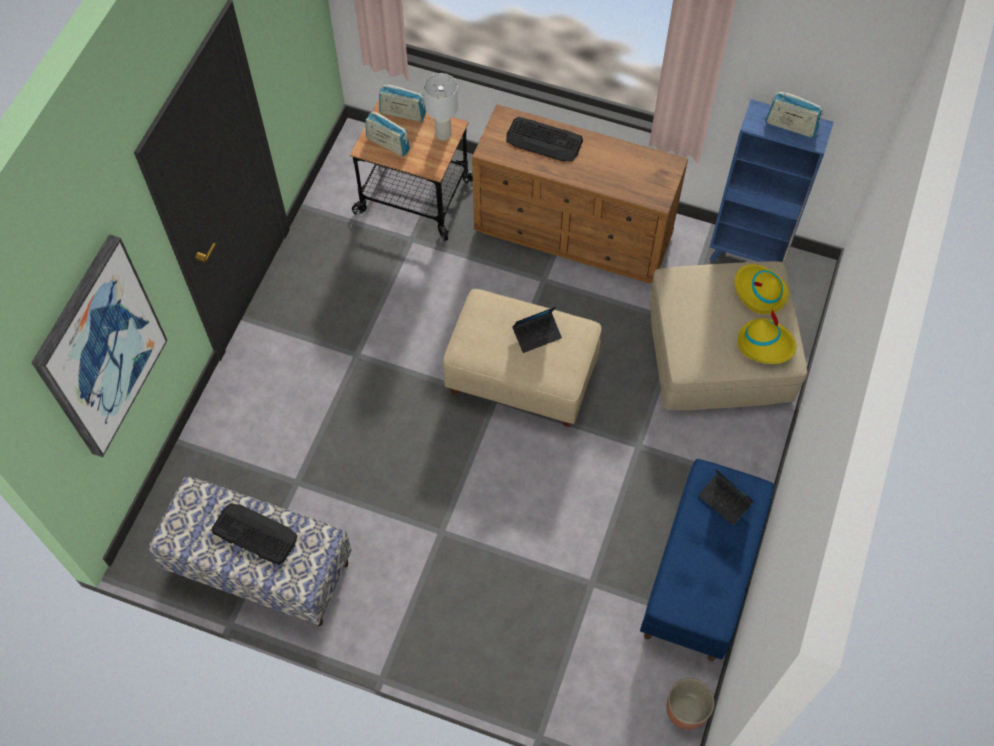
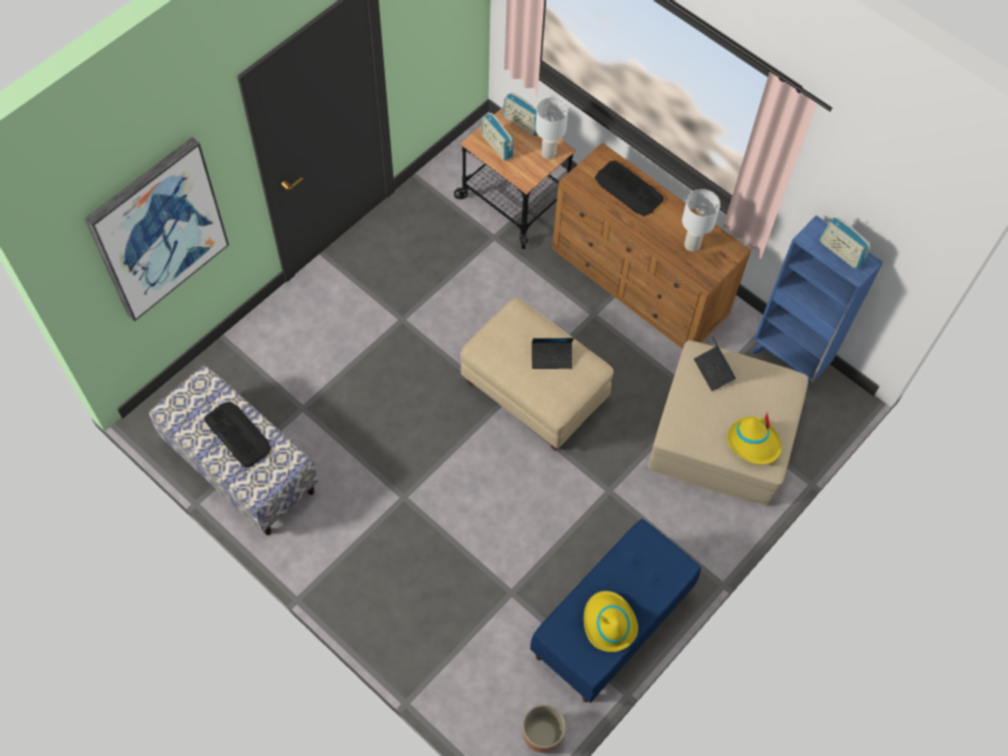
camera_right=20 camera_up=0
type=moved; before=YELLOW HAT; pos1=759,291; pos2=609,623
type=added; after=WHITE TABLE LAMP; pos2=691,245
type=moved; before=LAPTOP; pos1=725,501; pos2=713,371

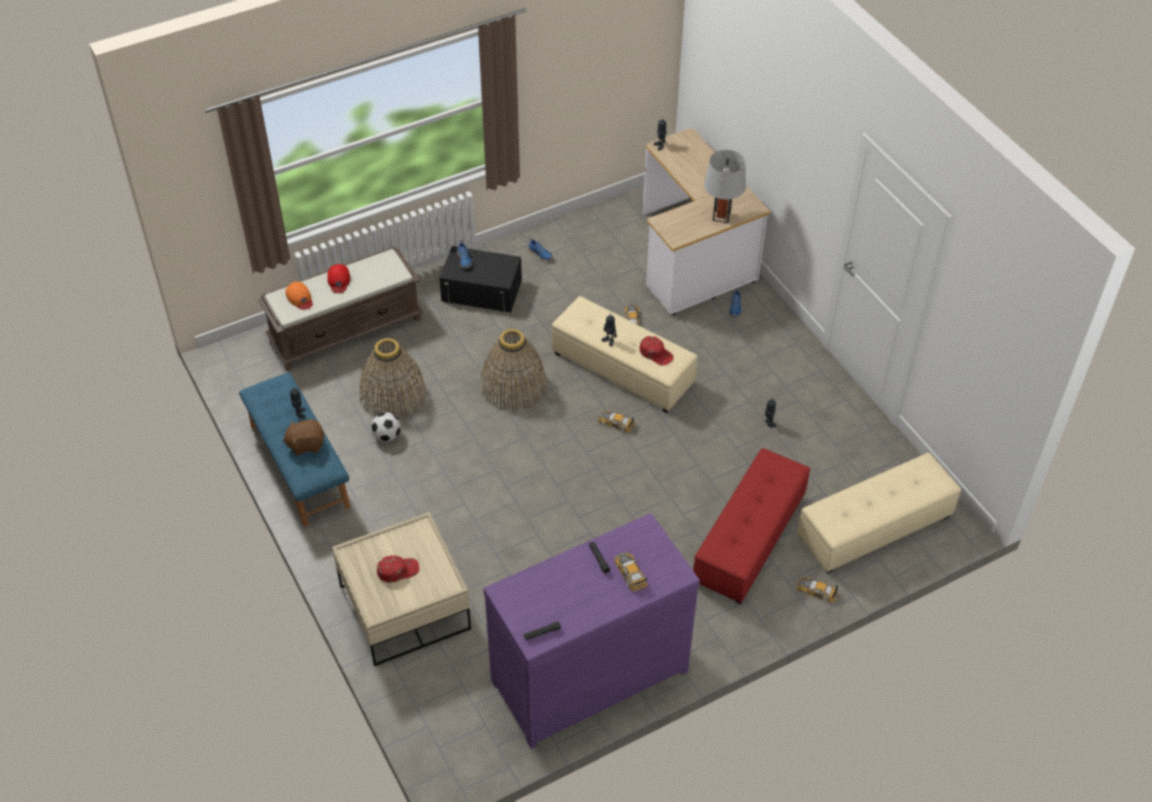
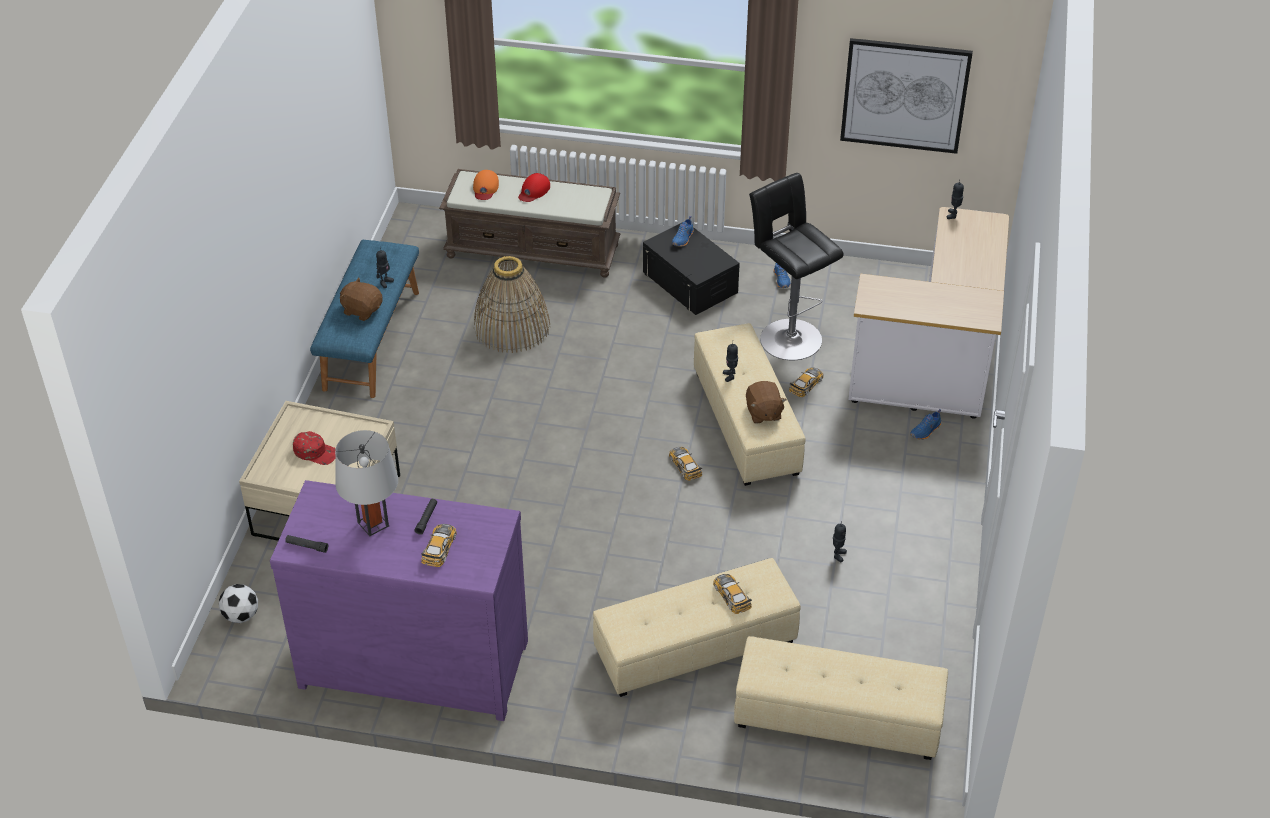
camera_right=40 camera_up=-5
type=moved; before=FOOTBALL; pos1=387,436; pos2=241,615
type=moved; before=GREY TABLE LAMP; pos1=721,216; pos2=373,524
type=recoloured; before=RED OTTOMAN; after=BEIGE OTTOMAN; pos1=750,540; pos2=695,647
type=moved; before=TOY CAR; pos1=816,591; pos2=731,595
type=replaced; before=RED CAP; after=BROWN PLUSH TOY; pos1=656,353; pos2=763,413
type=added; after=BLACK STOOL; pos2=787,337
type=added; after=PICTURE; pos2=904,95
type=removed; before=BASKET; pos1=513,385

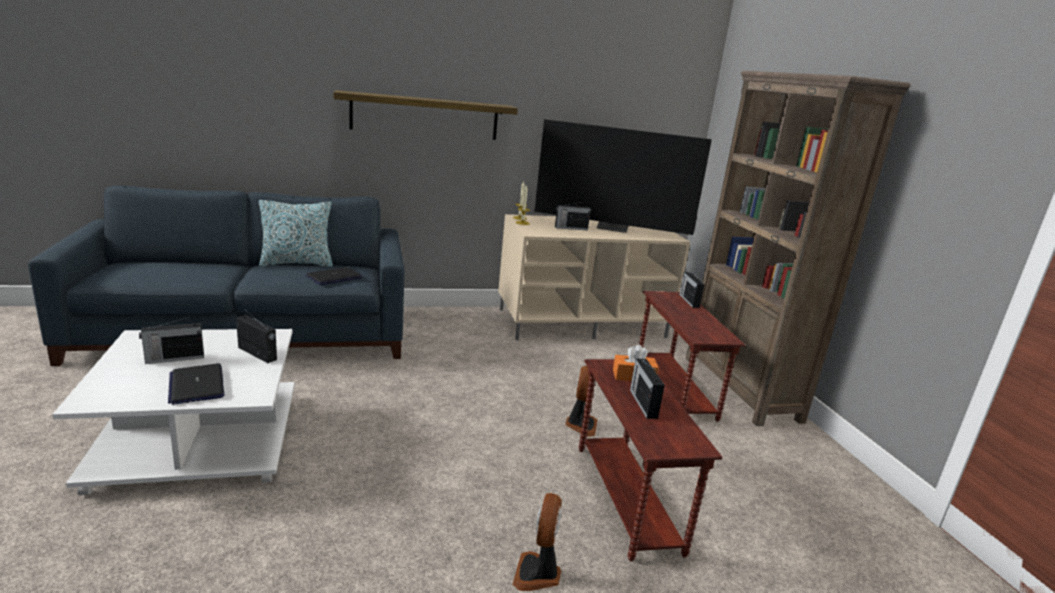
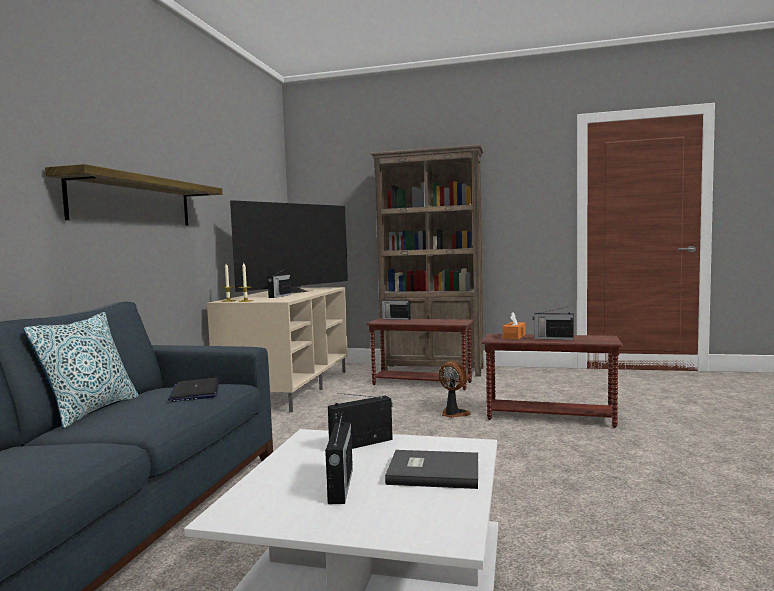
camera_right=-60 camera_up=-15
type=replaced; before=LAPTOP; after=GREY BOOK; pos1=196,385; pos2=432,471
type=removed; before=FAN; pos1=538,574

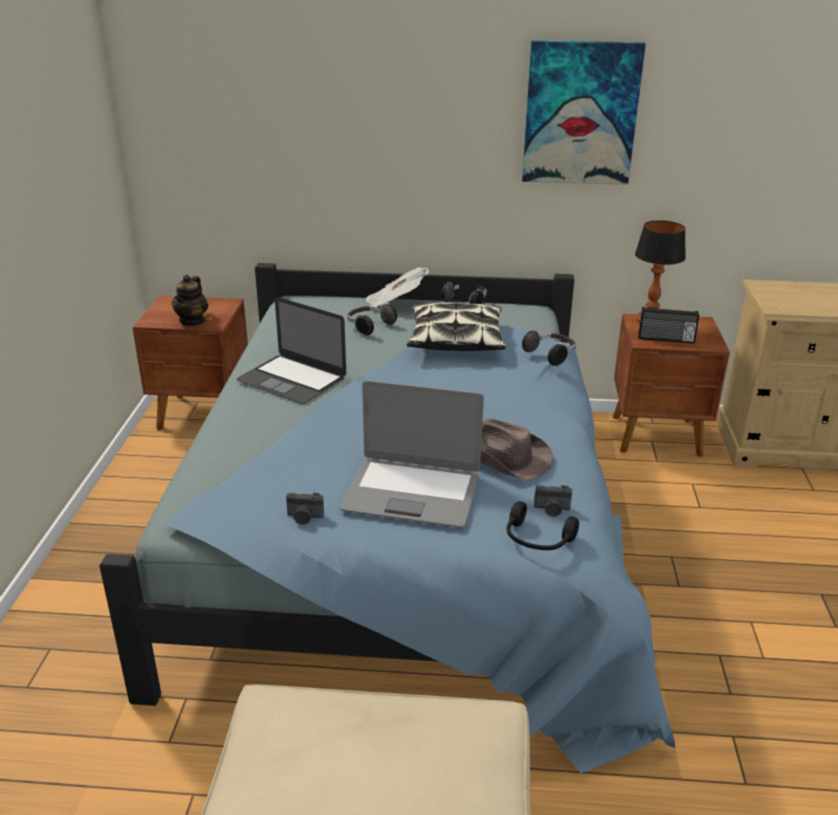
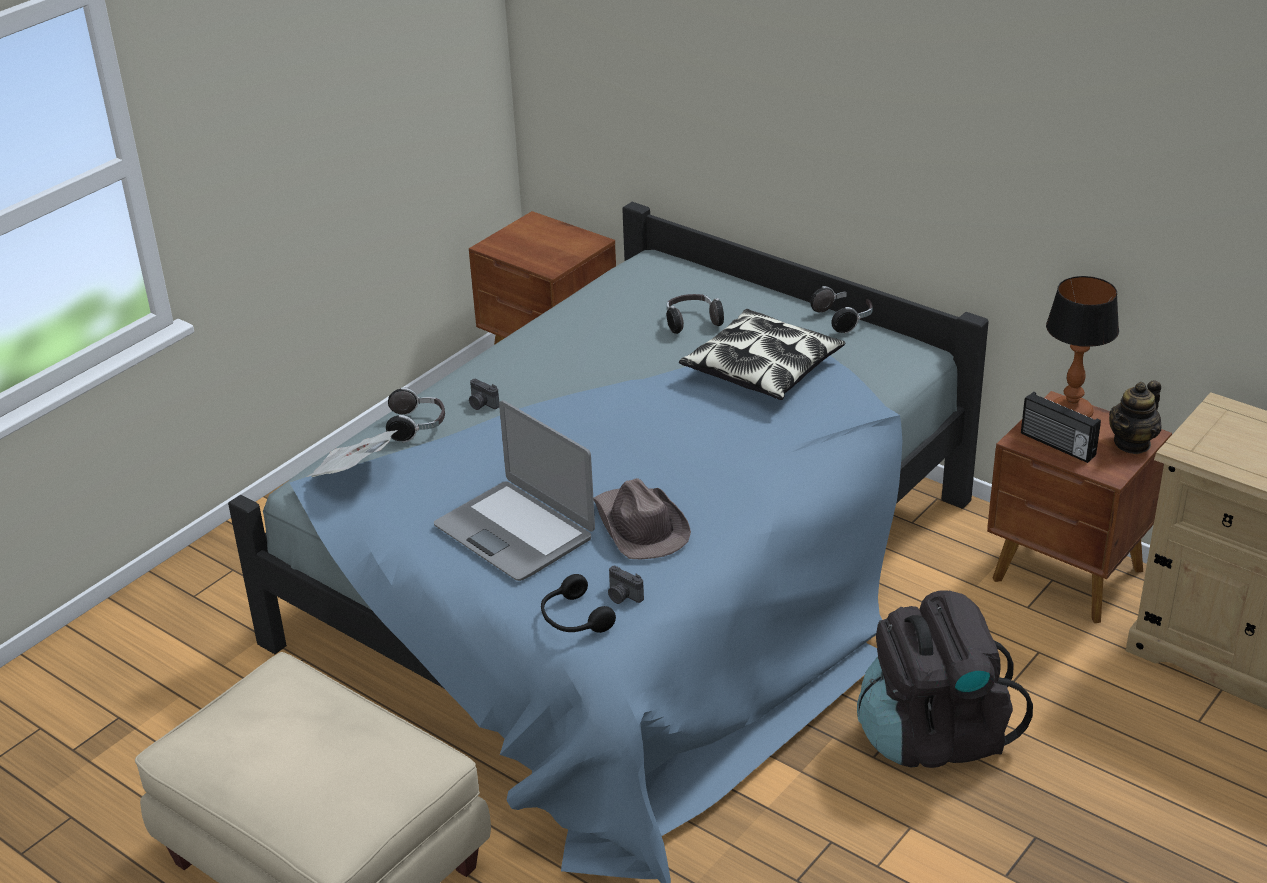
camera_right=35 camera_up=5
type=moved; before=NEWSPAPER; pos1=395,303; pos2=355,474
type=moved; before=HEADPHONES; pos1=551,356; pos2=417,426
type=moved; before=PHOTO CAMERA; pos1=304,517; pos2=482,404
type=added; after=BLACK BACKPACK; pos2=934,736
type=moved; before=TEAPOT; pos1=192,321; pos2=1132,443
type=removed; before=LAPTOP; pos1=292,379
type=removed; before=PICTURE; pos1=580,113

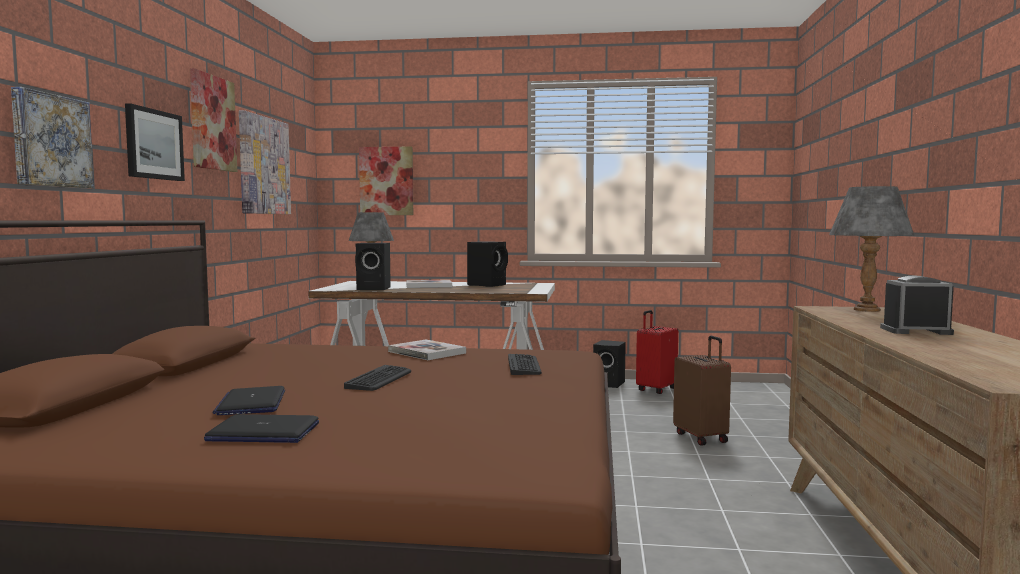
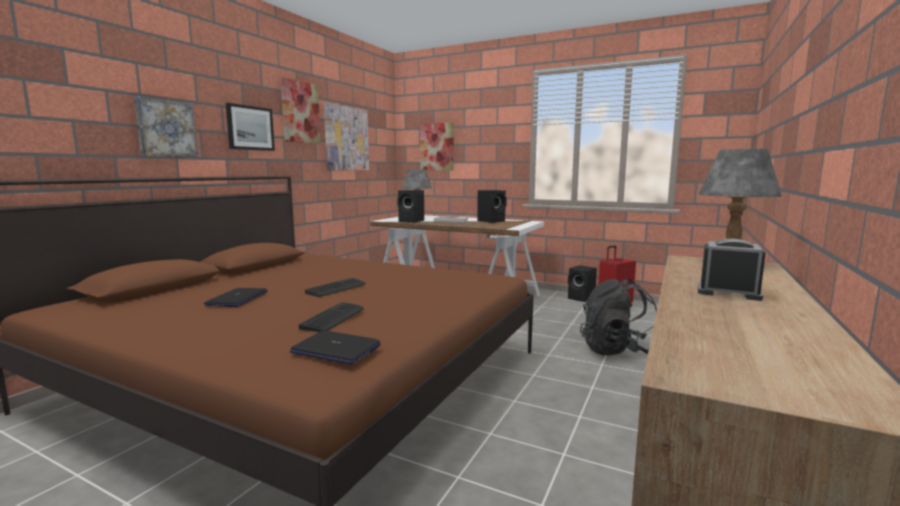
camera_right=20 camera_up=5
type=moved; before=LAPTOP; pos1=263,432; pos2=335,349
type=moved; before=KEYBOARD; pos1=524,366; pos2=334,318
type=replaced; before=BROWN SUITCASE; after=BLACK BACKPACK; pos1=702,437; pos2=617,350
type=removed; before=BOOK; pos1=426,352

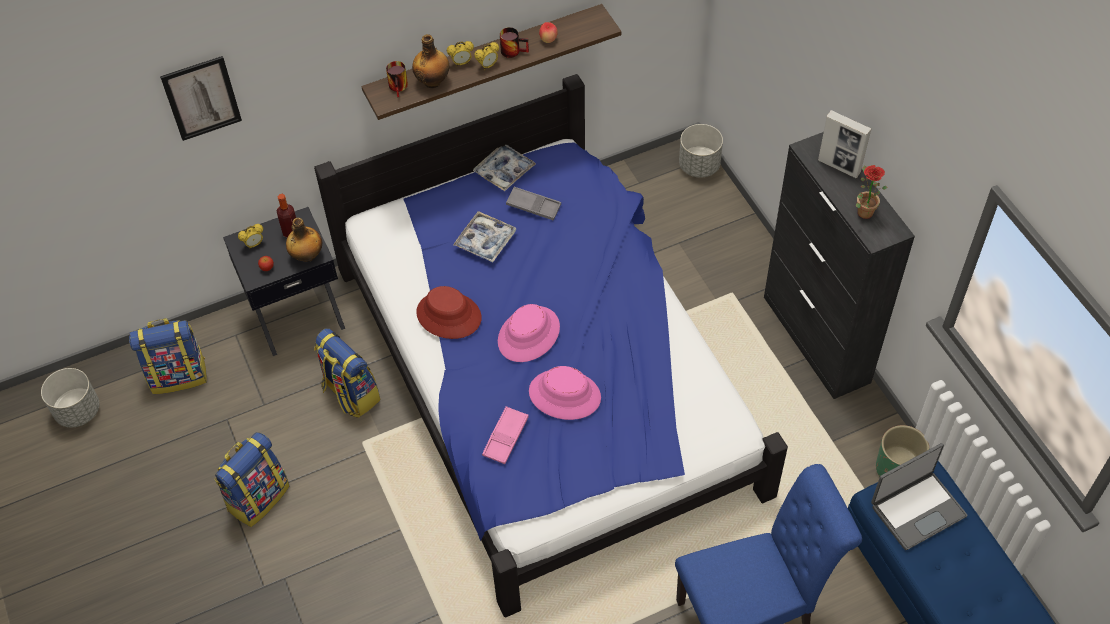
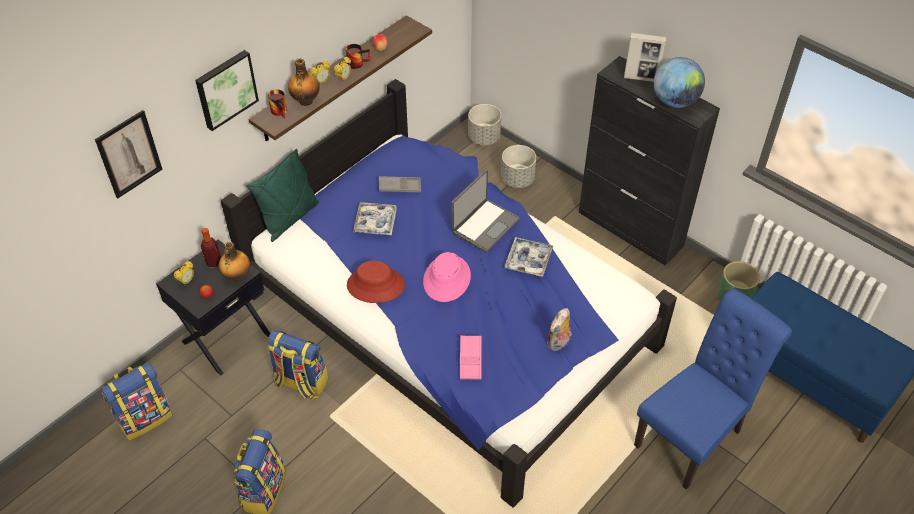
camera_right=-25 camera_up=-5
type=added; after=PICTURE; pos2=225,89
type=added; after=GREEN PILLOW; pos2=290,218
type=moved; before=LAPTOP; pos1=917,509; pos2=484,225
type=moved; before=GREY PLANTER; pos1=78,411; pos2=517,179
type=moved; before=TRAY; pos1=504,171; pos2=528,260
type=added; after=PLUSH TOY; pos2=559,343
type=replaced; before=POTTED PLANT; after=GLOBE; pos1=863,210; pos2=675,101
type=removed; before=PINK HAT; pos1=565,394

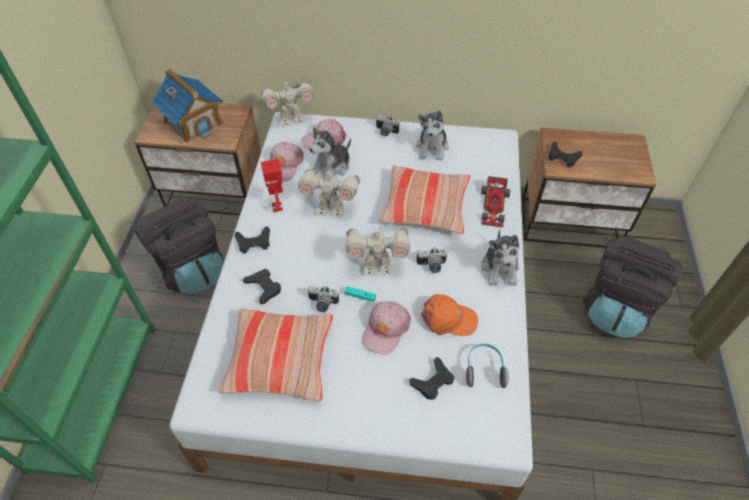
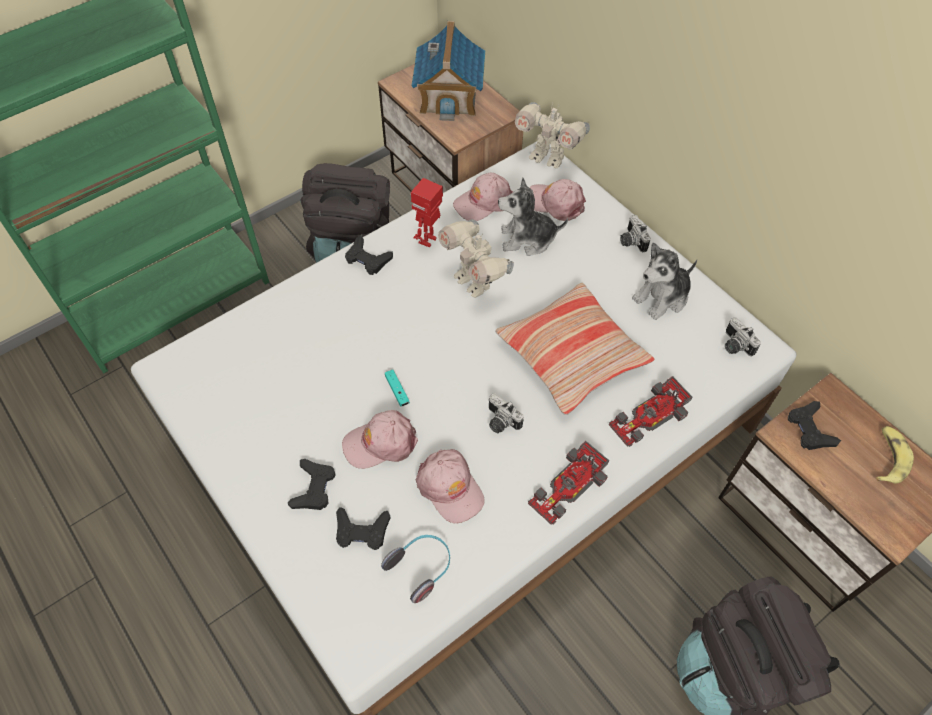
camera_right=45 camera_up=5
type=moved; before=BLACK GAME CONTROLLER; pos1=263,287; pos2=313,488
type=recoloured; before=ORANGE CAP; after=PINK CAP; pos1=448,319; pos2=450,488
type=replaced; before=PLUSH TOY; after=TOY CAR; pos1=500,268; pos2=567,487
type=moved; before=PHOTO CAMERA; pos1=322,304; pos2=734,345
type=added; after=BANANA; pos2=888,458
type=removed; before=PILLOW; pos1=280,359
type=removed; before=TOY ROBOT; pos1=377,266

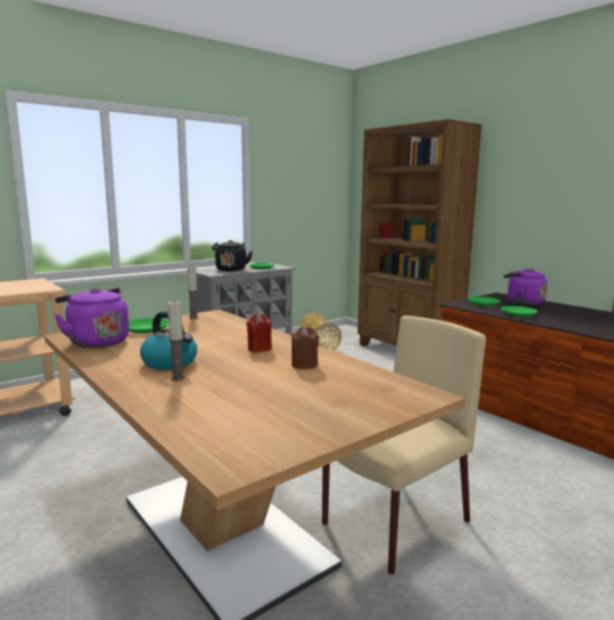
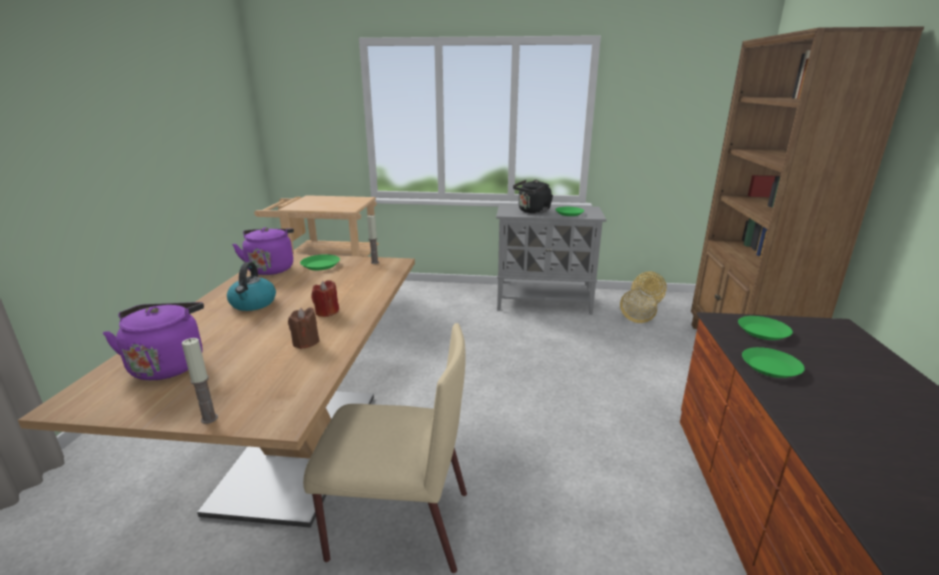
camera_right=45 camera_up=10
type=moved; before=PURPLE KETTLE; pos1=522,302; pos2=169,364
type=moved; before=CANDLE; pos1=178,378; pos2=209,418

